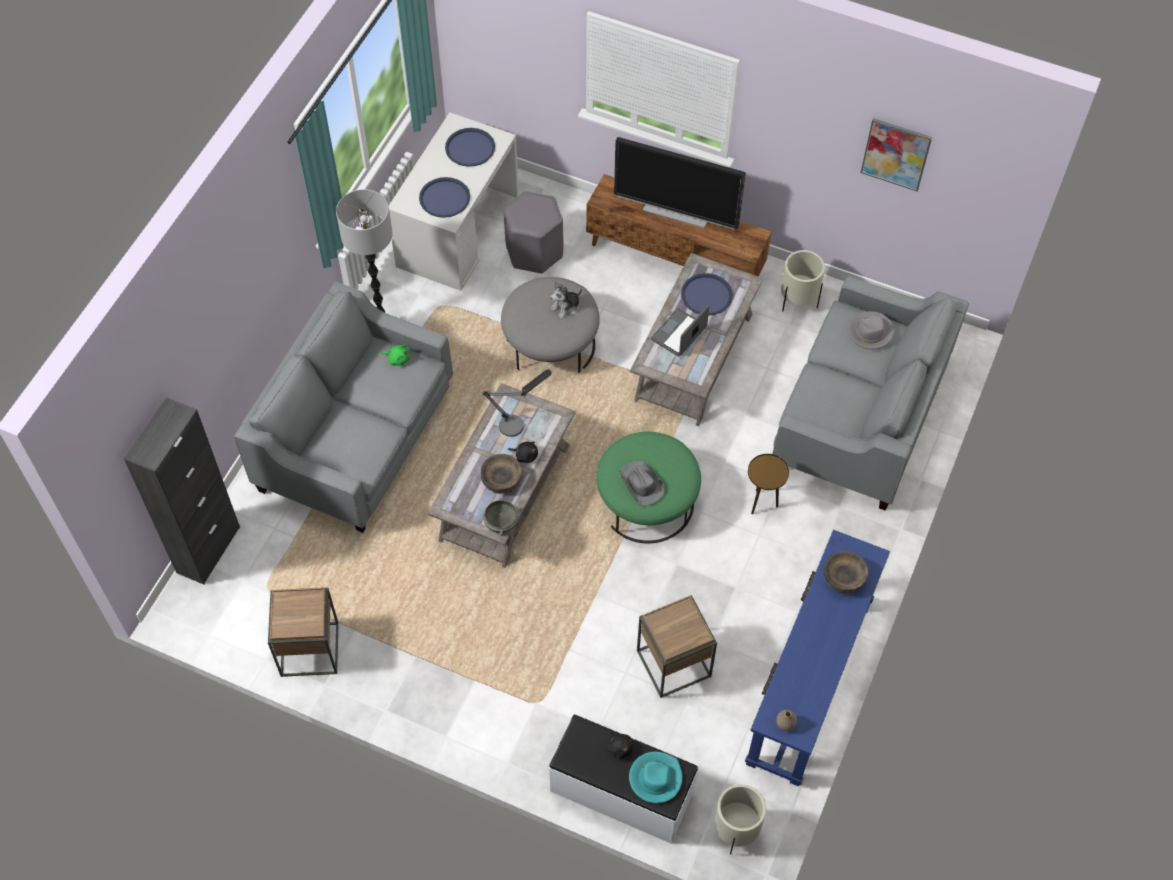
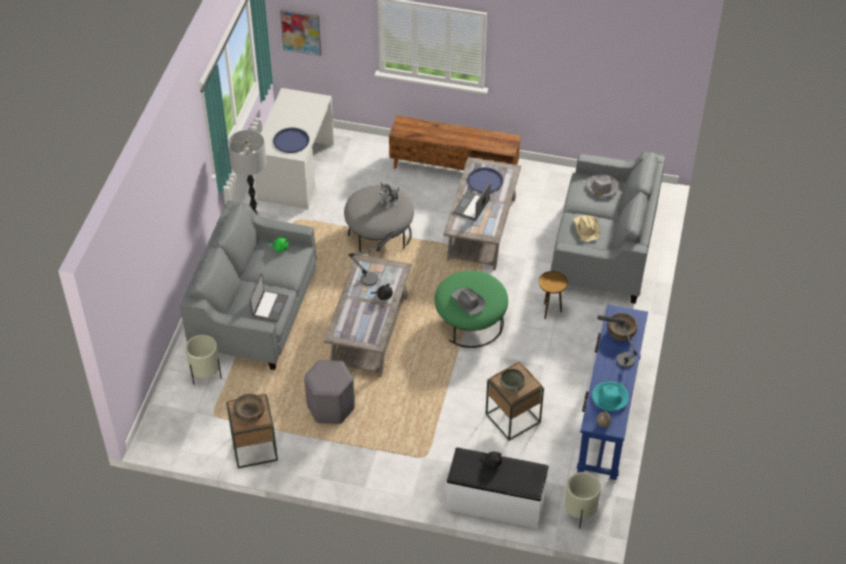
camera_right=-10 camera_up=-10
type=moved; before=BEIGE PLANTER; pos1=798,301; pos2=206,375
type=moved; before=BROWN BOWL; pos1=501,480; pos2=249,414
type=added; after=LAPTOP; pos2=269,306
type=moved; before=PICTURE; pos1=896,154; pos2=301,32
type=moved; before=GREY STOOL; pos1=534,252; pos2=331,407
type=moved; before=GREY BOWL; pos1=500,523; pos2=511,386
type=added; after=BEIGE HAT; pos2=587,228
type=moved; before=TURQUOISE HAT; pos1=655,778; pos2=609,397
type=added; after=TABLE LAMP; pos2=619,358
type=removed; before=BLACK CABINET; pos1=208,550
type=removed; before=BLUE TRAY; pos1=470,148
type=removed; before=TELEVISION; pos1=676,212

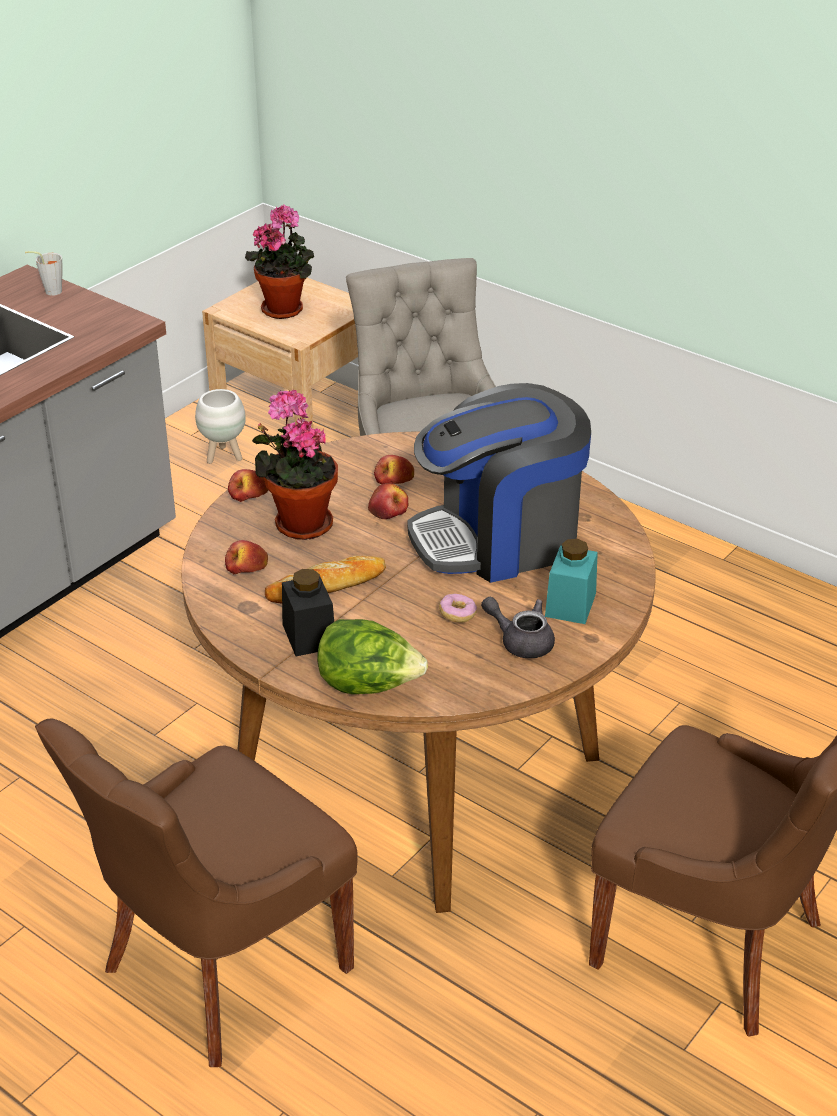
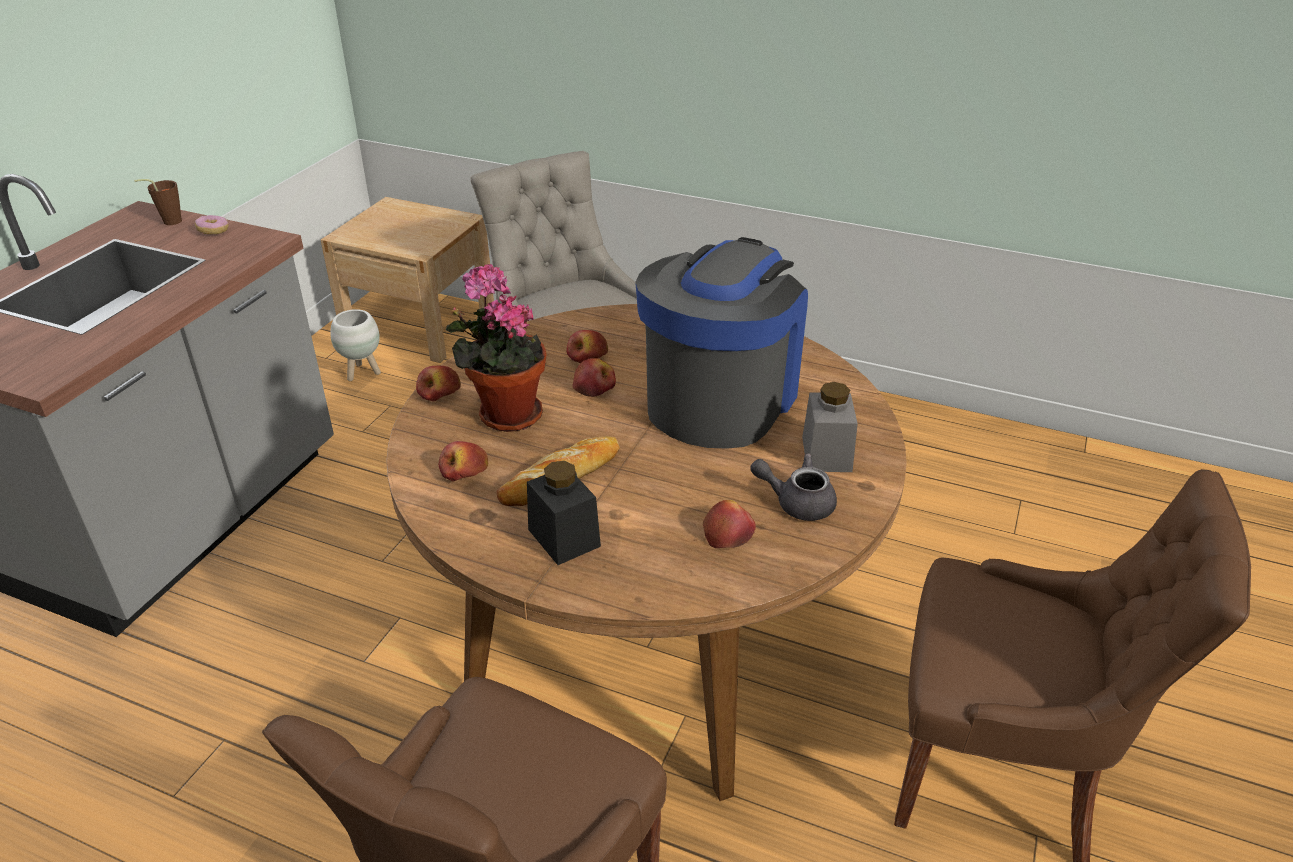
camera_right=-15 camera_up=0
type=recoloured; before=GREY CUP; after=BROWN CUP; pos1=49,291; pos2=168,222
type=moved; before=DONUT; pos1=457,615; pos2=213,231
type=turned; before=COFFEE MACHINE; pos1=499,539; pos2=720,398; turn=150
type=added; after=APPLE; pos2=728,533
type=recoloured; before=TURQUOISE JAR; after=GREY JAR; pos1=570,605; pos2=826,454
type=removed; before=POTTED PLANT; pos1=285,308
type=removed; before=LETTUCE; pos1=369,685

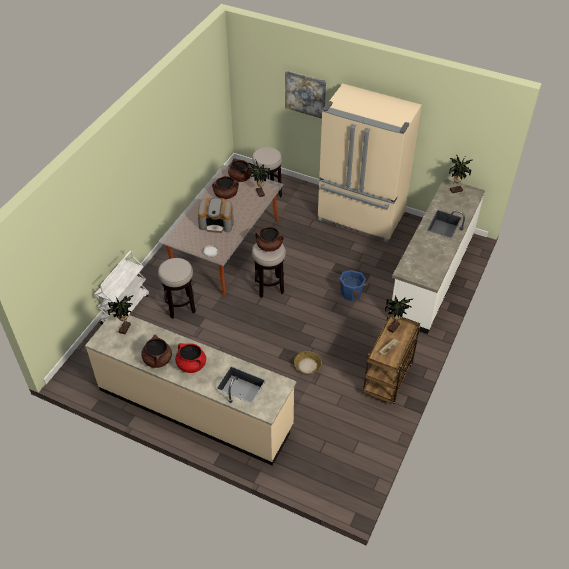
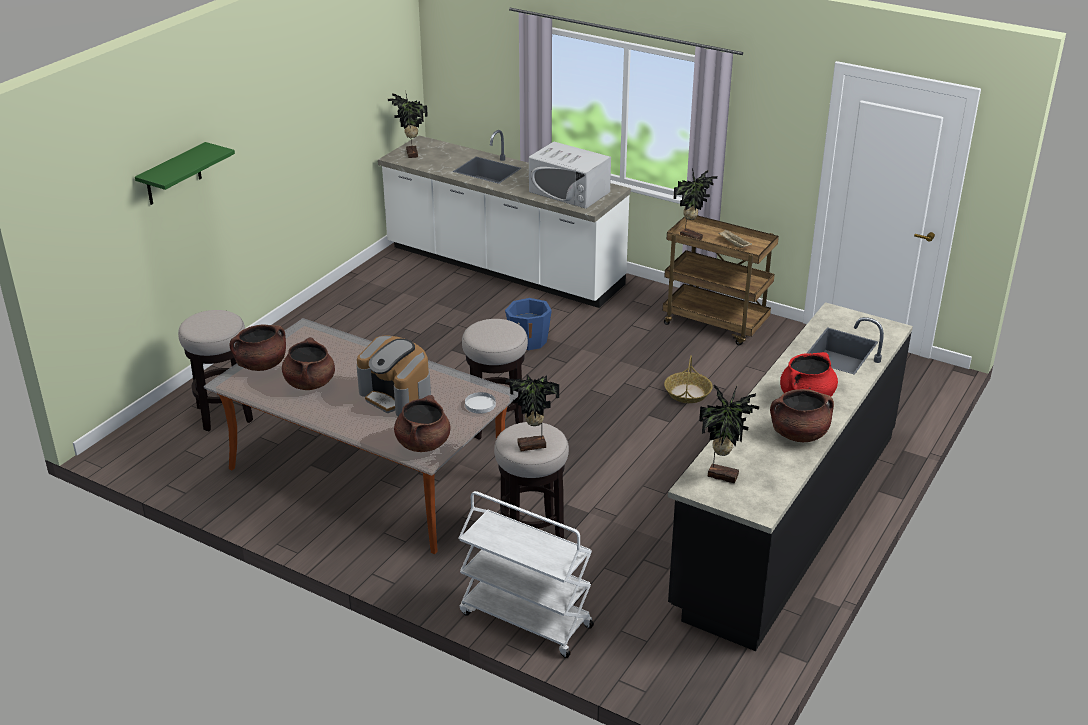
camera_right=-85 camera_up=-15
type=replaced; before=PICTURE; after=GREEN SHELF; pos1=305,94; pos2=173,175
type=turned; before=COFFEE MACHINE; pos1=217,223; pos2=397,396; turn=120
type=moved; before=BROWN COOKING POT; pos1=269,246; pos2=423,443
type=moved; before=POTTED PLANT; pos1=259,193; pos2=533,447
type=added; after=WHITE MICROWAVE; pos2=569,192
type=recoloured; before=BEIGE COUNTER; after=BLACK COUNTER; pos1=195,407; pos2=786,518
type=removed; before=BEIGE FRIDGE; pos1=360,218

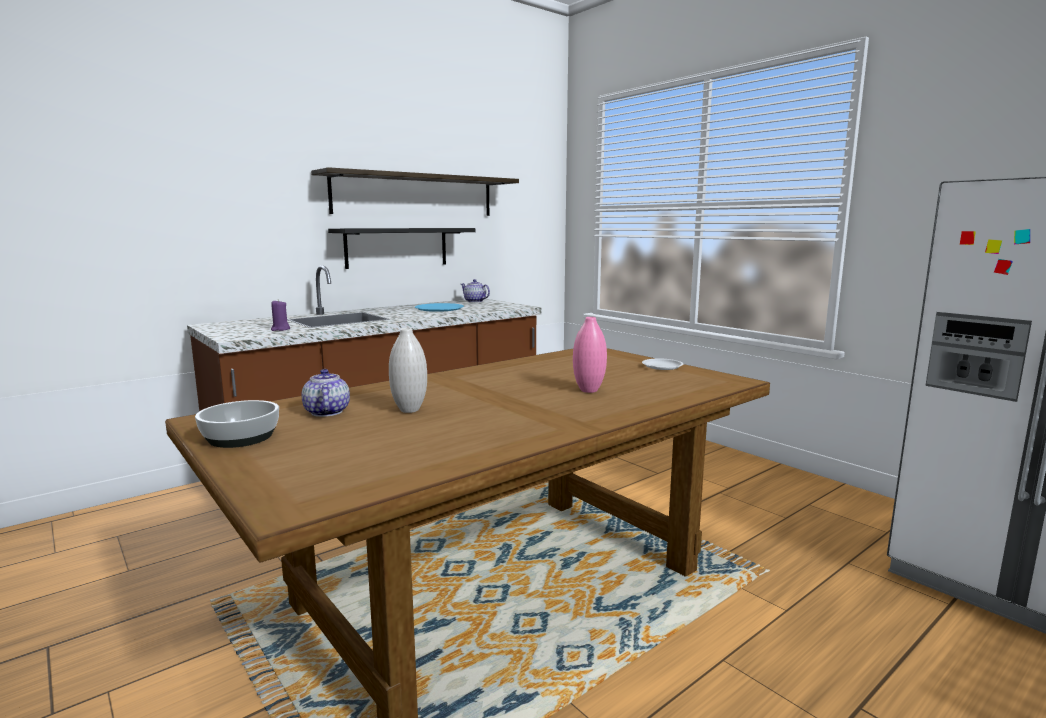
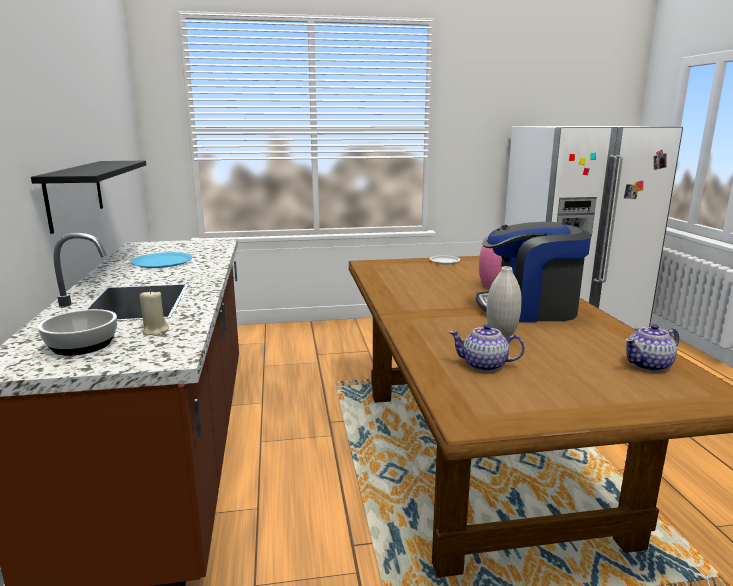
camera_right=-60 camera_up=5
type=moved; before=BOWL; pos1=241,437; pos2=82,344
type=recoloured; before=PURPLE CANDLE; after=BEIGE CANDLE; pos1=280,329; pos2=155,331
type=added; after=COFFEE MACHINE; pos2=529,309
type=moved; before=TEAPOT; pos1=475,301; pos2=649,365
type=removed; before=SHELF; pos1=415,195

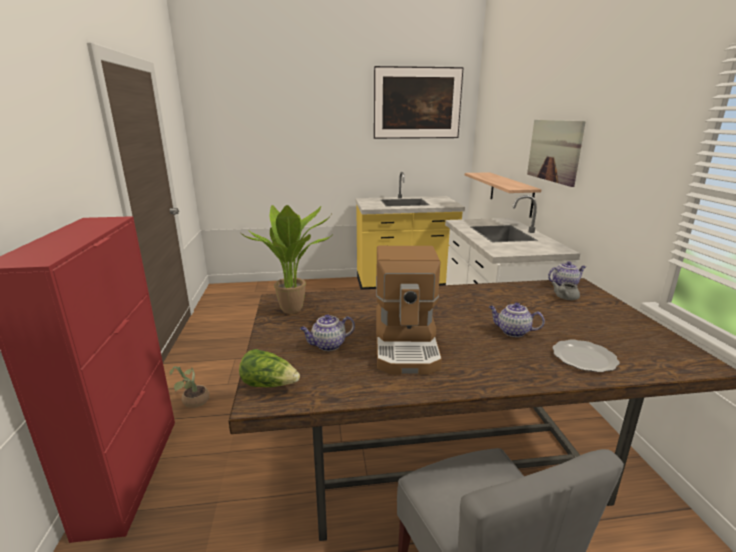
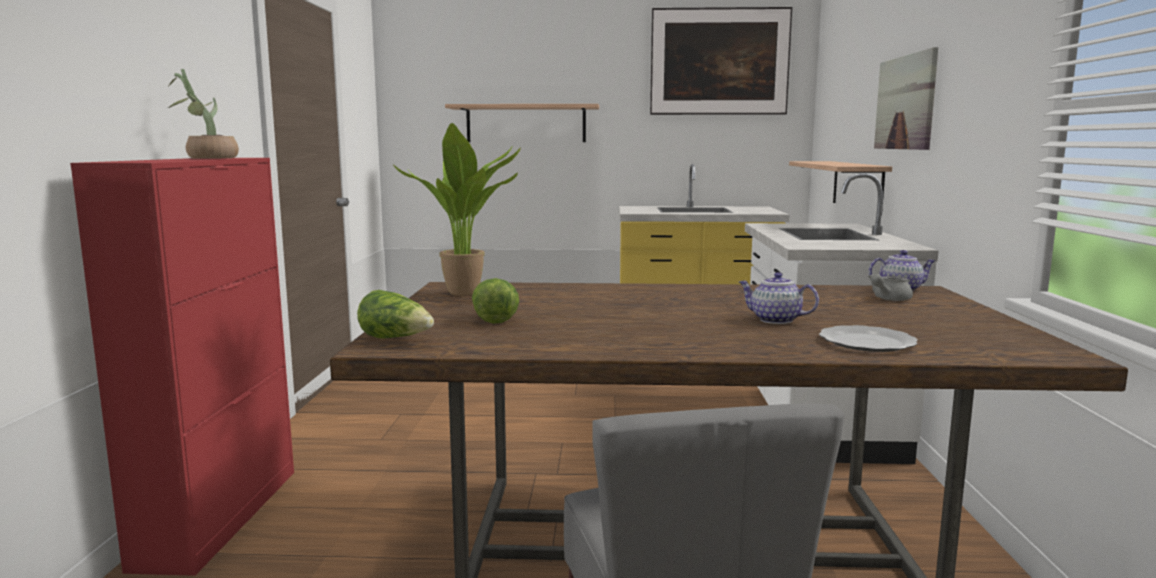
camera_right=10 camera_up=-10
type=moved; before=POTTED PLANT; pos1=193,402; pos2=206,158
type=added; after=SHELF; pos2=526,124
type=replaced; before=TEAPOT; after=LETTUCE; pos1=328,345; pos2=494,318
type=removed; before=COFFEE MACHINE; pos1=407,344

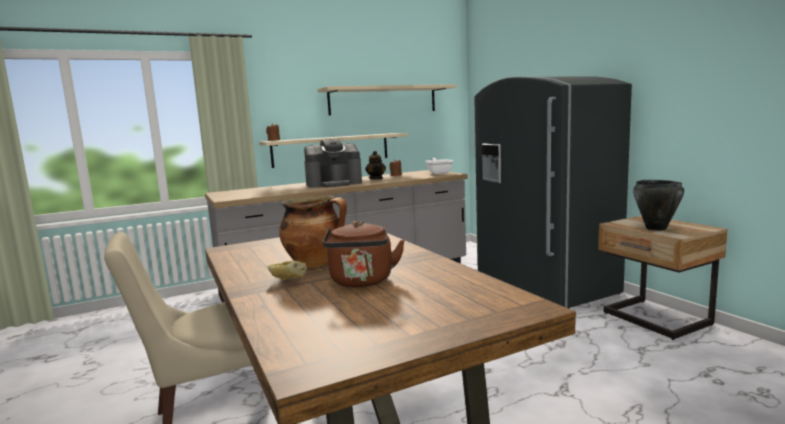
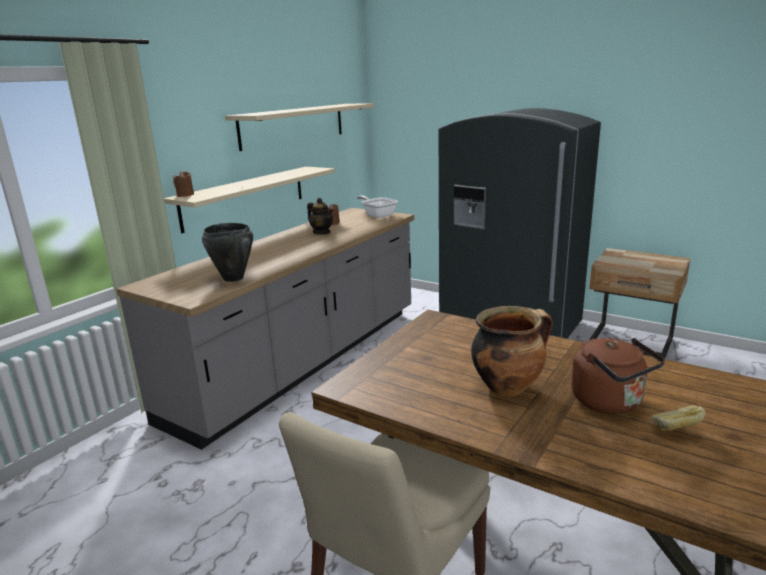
camera_right=-30 camera_up=10
type=moved; before=BLACK COOKING POT; pos1=656,228; pos2=233,278
type=moved; before=BREAD; pos1=288,282; pos2=676,431
type=removed; before=COFFEE MACHINE; pos1=334,183

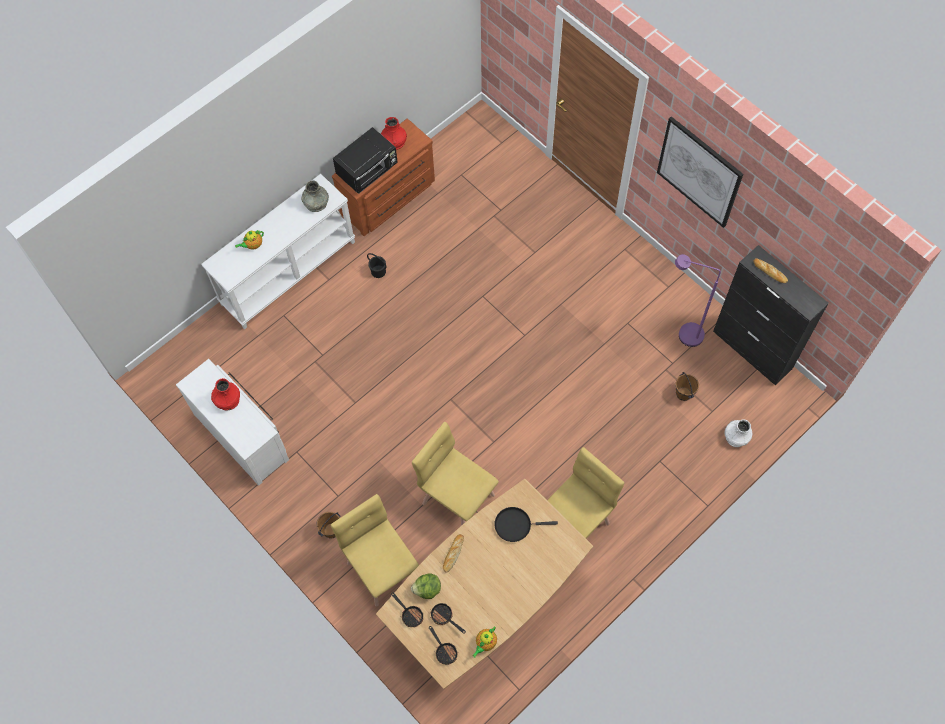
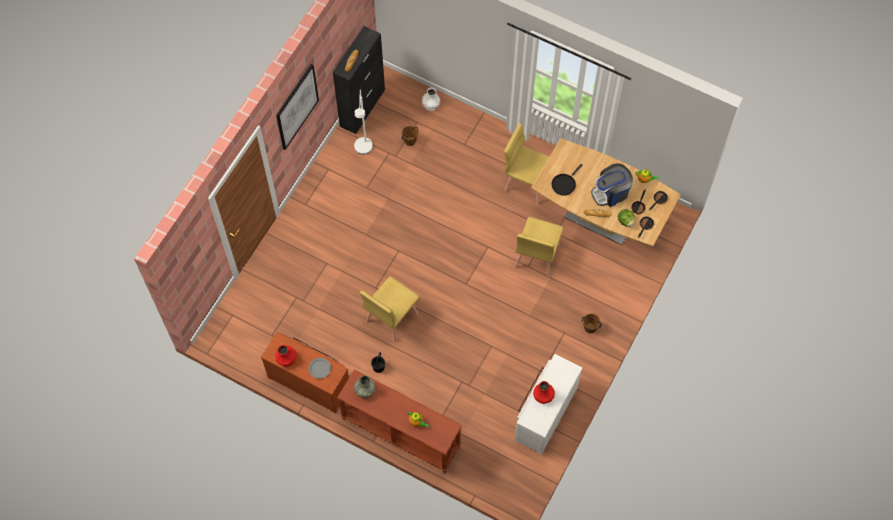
camera_right=-110 camera_up=0
type=replaced; before=BLACK MICROWAVE; after=GREY PLATE; pos1=368,171; pos2=319,368
type=recoloured; before=WHITE CONSOLE TABLE; after=BROWN CONSOLE TABLE; pos1=288,272; pos2=400,433
type=recoloured; before=PURPLE FLOOR LAMP; after=WHITE FLOOR LAMP; pos1=683,334; pos2=364,151
type=moved; before=YELLOW CHAIR; pos1=383,568; pos2=391,317
type=turned; before=BLACK FRYING PAN; pos1=515,525; pos2=564,184; turn=60
type=added; after=COFFEE MACHINE; pos2=611,193

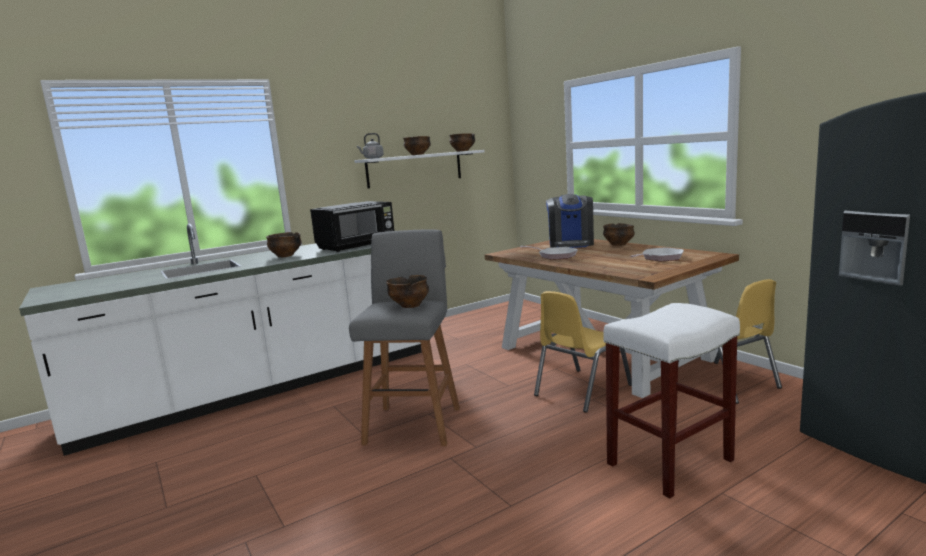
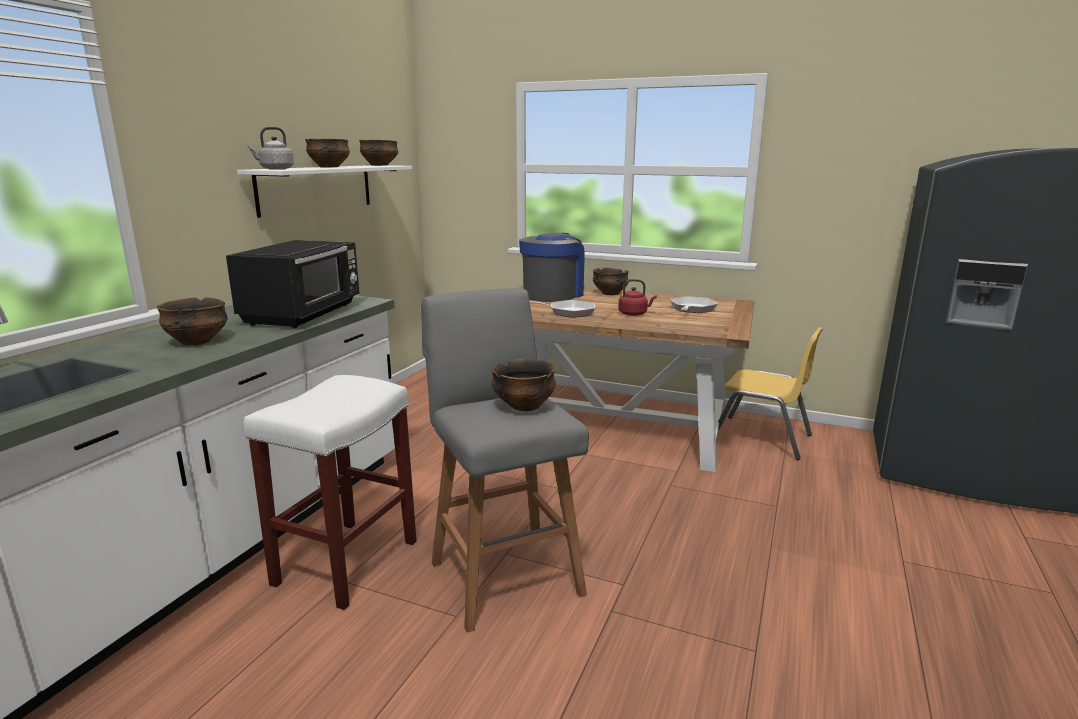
camera_right=-35 camera_up=5
type=moved; before=WHITE STOOL; pos1=670,461; pos2=347,561
type=turned; before=COFFEE MACHINE; pos1=571,244; pos2=553,295; turn=-120
type=added; after=RED KETTLE; pos2=634,314
type=removed; before=YELLOW CHAIR; pos1=581,390

